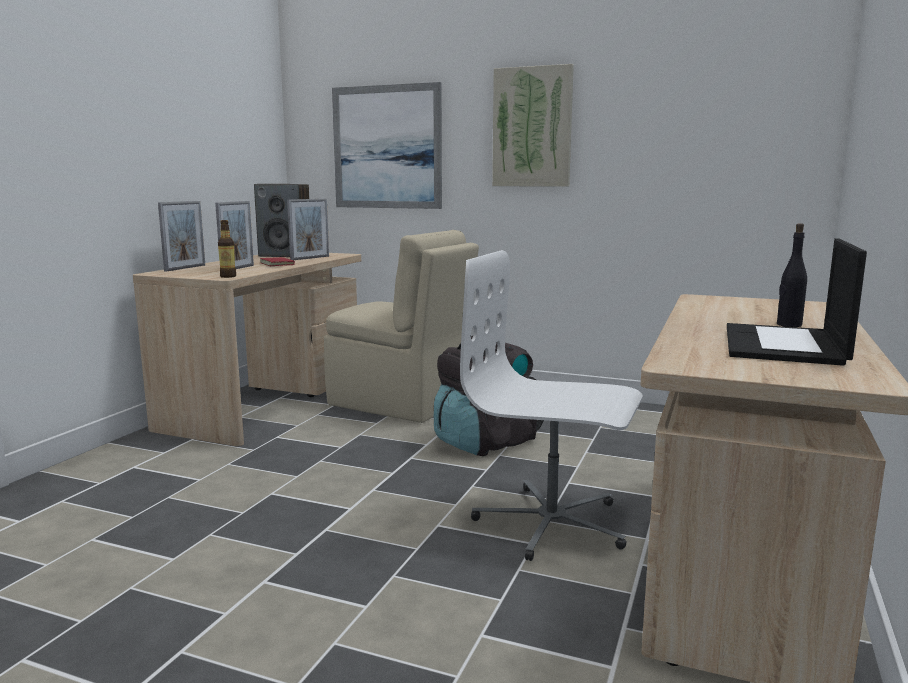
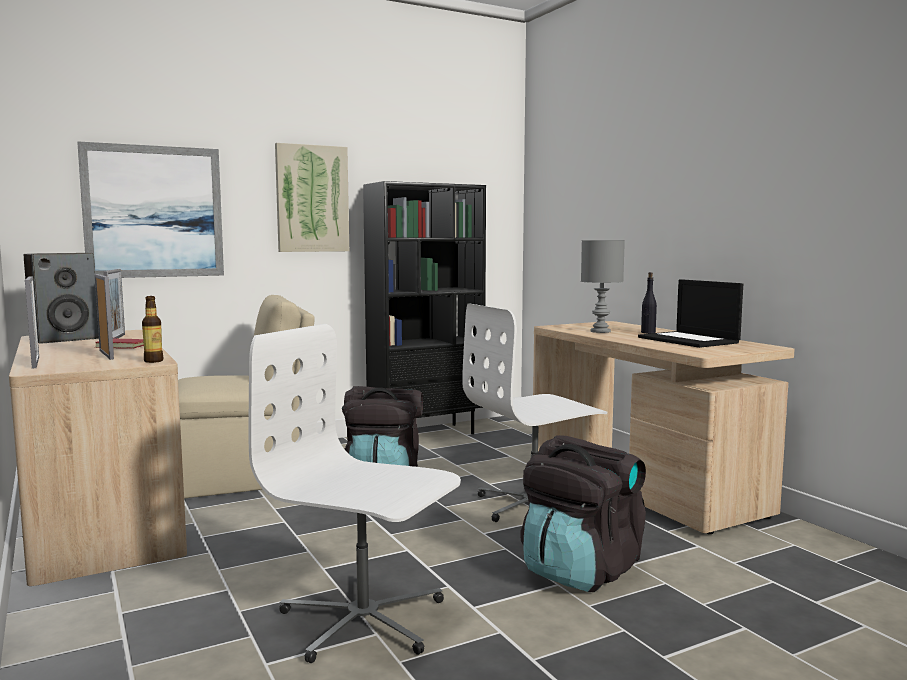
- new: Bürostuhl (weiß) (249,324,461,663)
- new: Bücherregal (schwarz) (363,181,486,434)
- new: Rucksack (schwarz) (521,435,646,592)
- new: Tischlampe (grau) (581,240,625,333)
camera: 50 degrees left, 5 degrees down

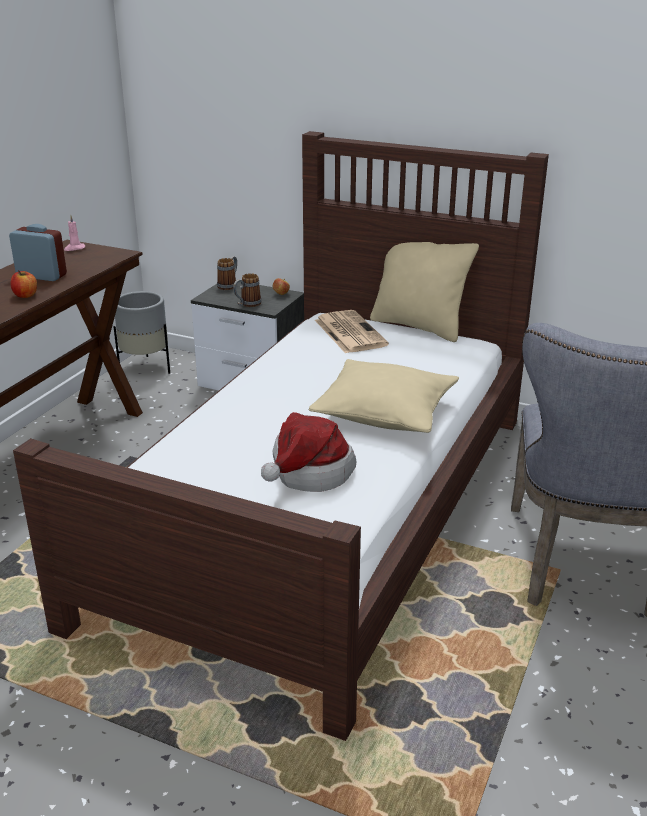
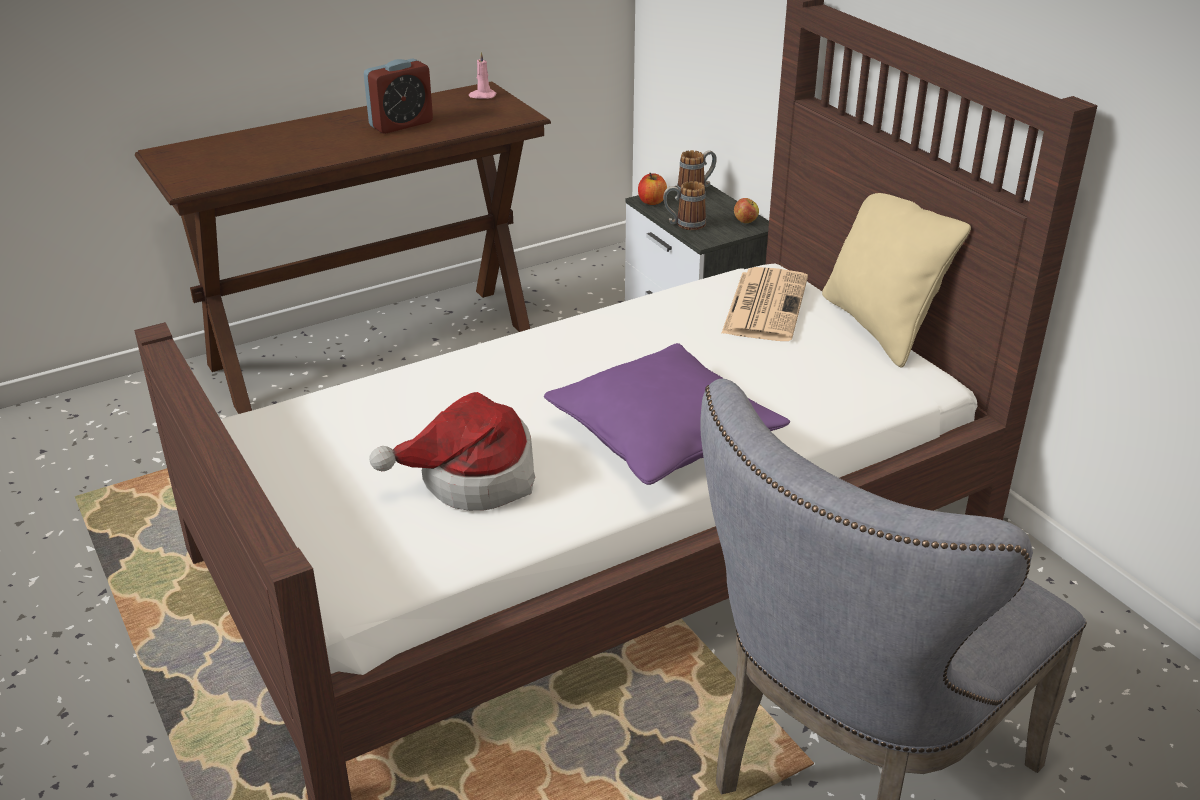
- rotated: Wecker (9,224,67,281) = (364,58,433,134) 90 degrees clockwise
- shifted: Apfel (11,270,37,298) to (638,173,667,205)
- gone: Pflanzkübel (grau) (113,291,170,374)
- repainted: Kissen (beige) (309,359,459,433) to Kissen (lila) (544,343,790,485)
camera: 35 degrees right, 5 degrees up

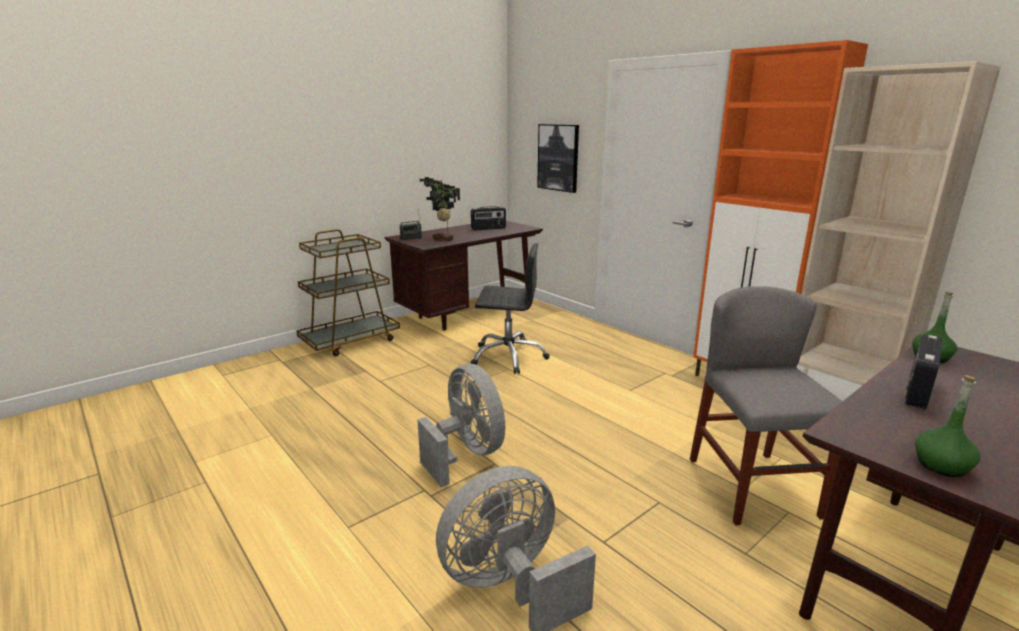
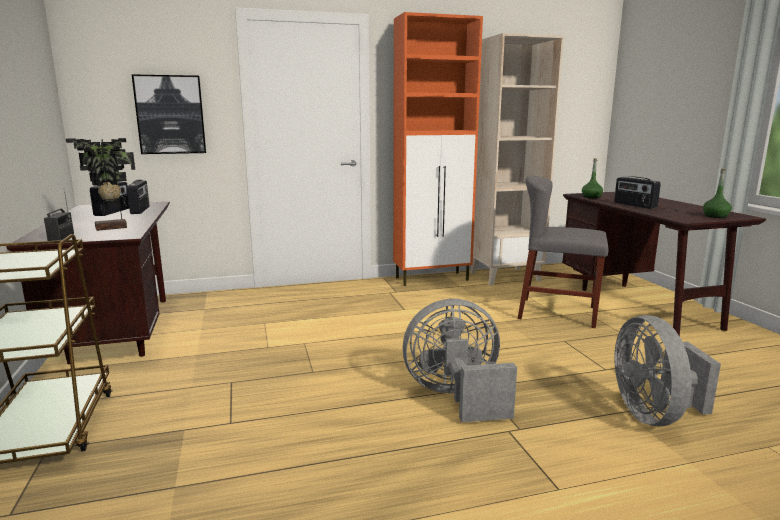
- gone: Bürostuhl (schwarz) (471,243,550,374)
- new: Radio (127,180,149,214)
camera: 65 degrees left, 5 degrees down

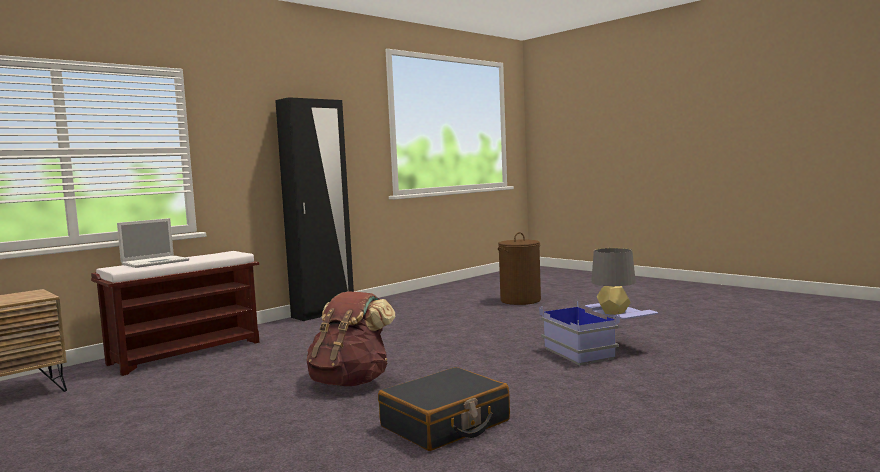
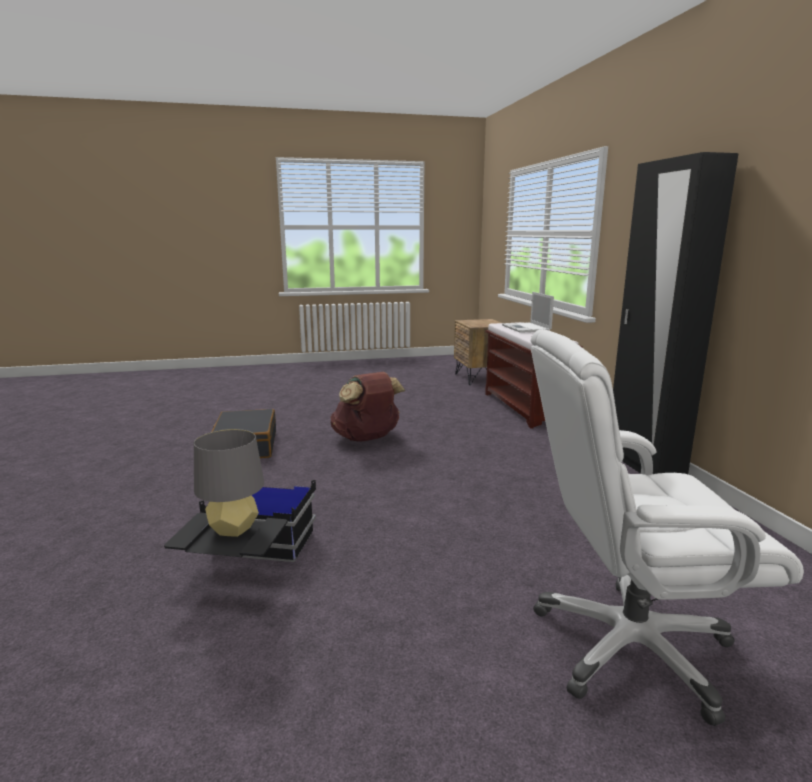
- swapped: Wäschekorb (braun) (498,232,541,305) to Bürostuhl (weiß) (531,329,804,726)
- repainted: Aufbewahrungsbox (blau) (539,301,658,365) to Aufbewahrungsbox (schwarz) (164,480,316,562)
camera: 120 degrees right, 10 degrees up

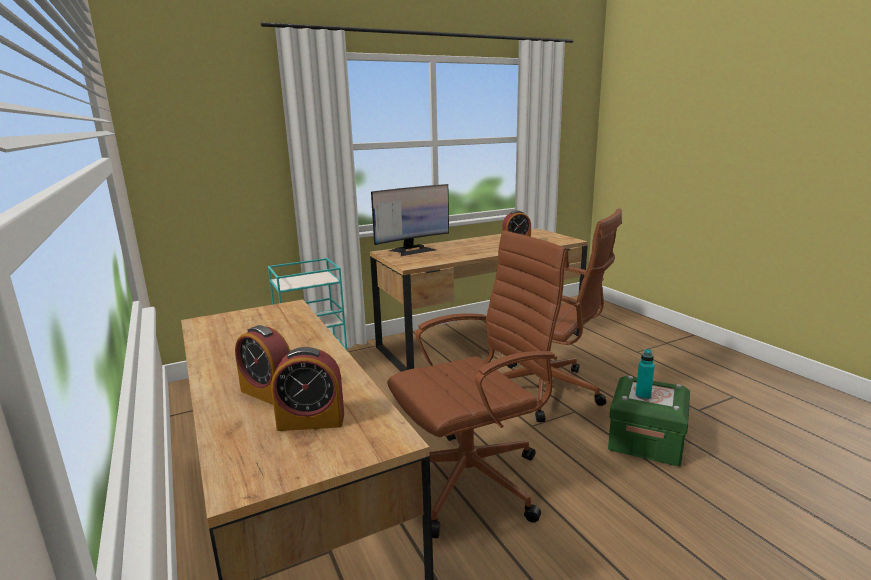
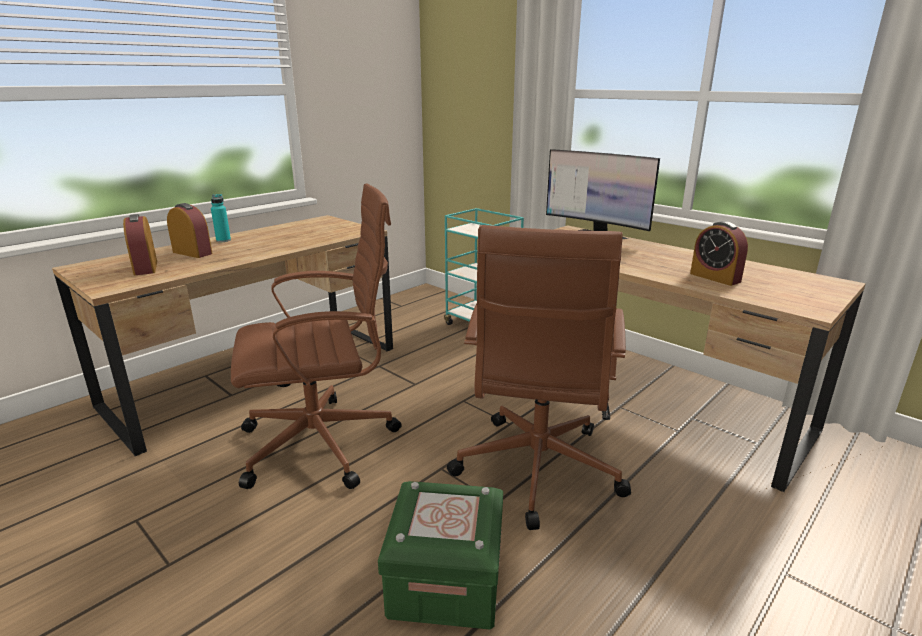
- rotated: Wecker (235,325,290,405) = (167,203,213,258) 105 degrees clockwise
- rotated: Bürostuhl (braun) (387,230,569,538) = (231,183,402,489) 60 degrees counterclockwise
- shifted: Flasche (türkis) (635,349,655,400) to (211,194,231,242)
camera: 70 degrees right, 5 degrees up

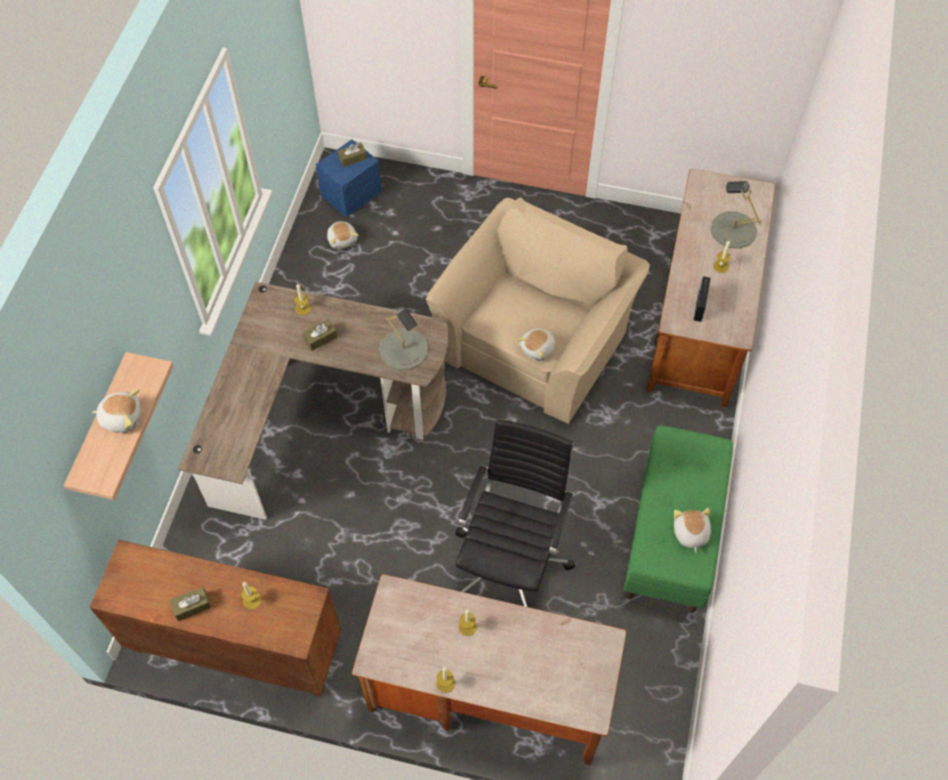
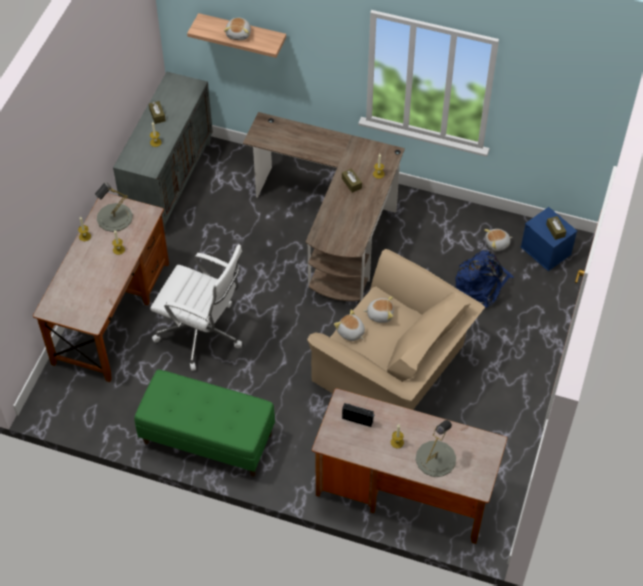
- repainted: Schrank (braun) (90,540,341,697) to Schrank (grau) (113,72,213,233)
- shifted: Tischlampe (grau) (379,307,429,370) to (95,183,133,232)
- repainted: Bürostuhl (schwarz) (455,419,575,607) to Bürostuhl (weiß) (150,244,242,371)
- shifted: Plüschtier (674,508,711,553) to (364,296,394,323)
- new: Rucksack (blau) (455,250,514,308)
camera: 95 degrees right, 5 degrees down

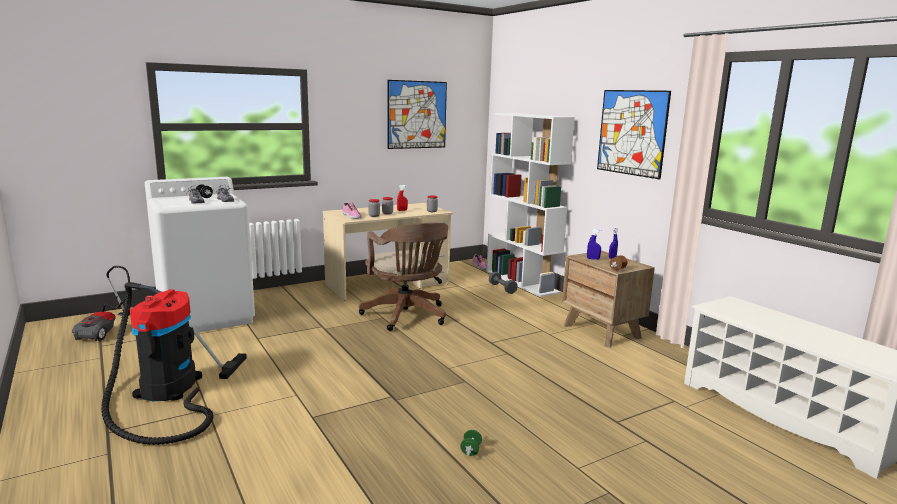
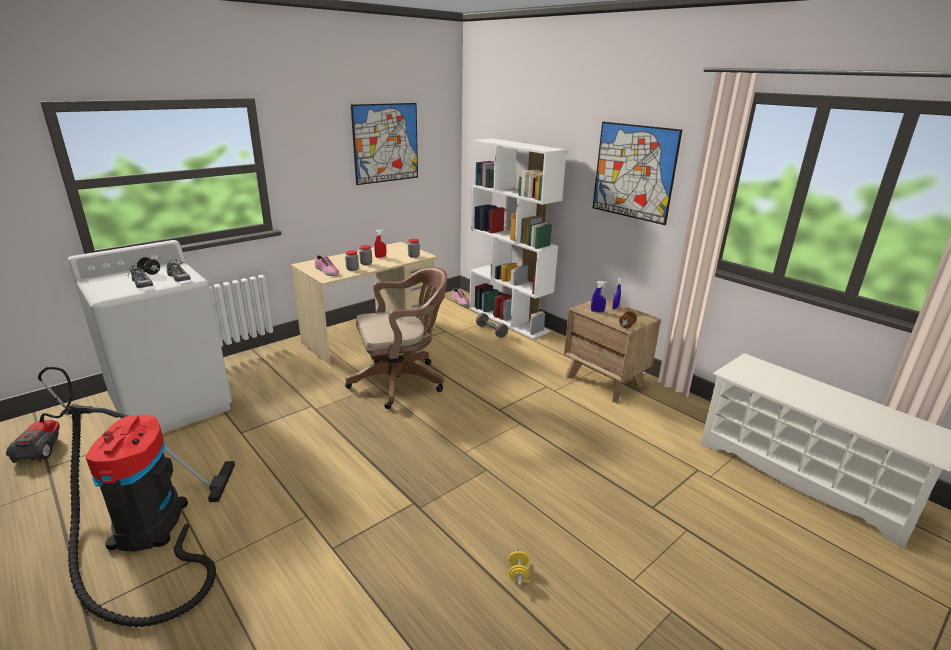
- rotated: Bürostuhl (braun) (359,223,448,331) = (345,267,447,409) 75 degrees counterclockwise
- repainted: Hantel (grün) (460,430,482,456) to Hantel (gelb) (509,548,529,586)
camera: 10 degrees left, 10 degrees up

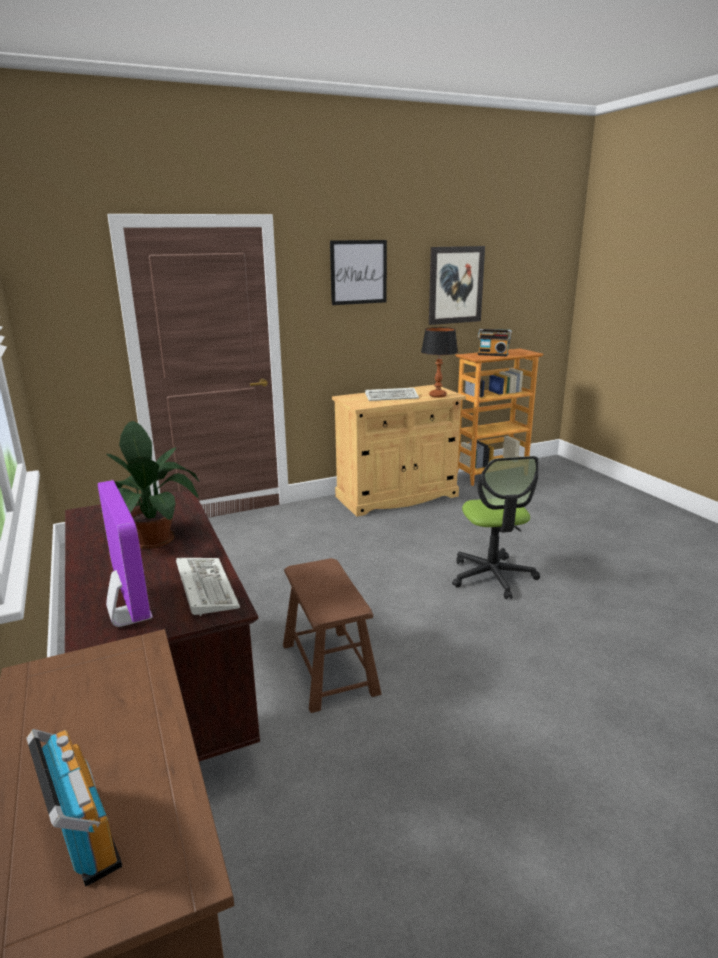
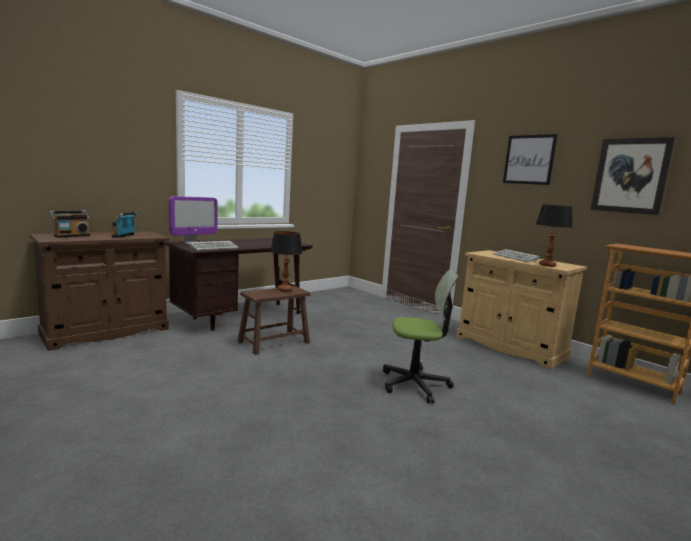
- gone: Topfpflanze (101,421,200,549)
- rotated: Bürostuhl (452,456,540,599) = (383,269,458,403) 150 degrees counterclockwise
- shifted: Radio (478,329,512,356) to (112,212,137,238)
- new: Tischlampe (270,231,302,291)
camera: 70 degrees right, 10 degrees down

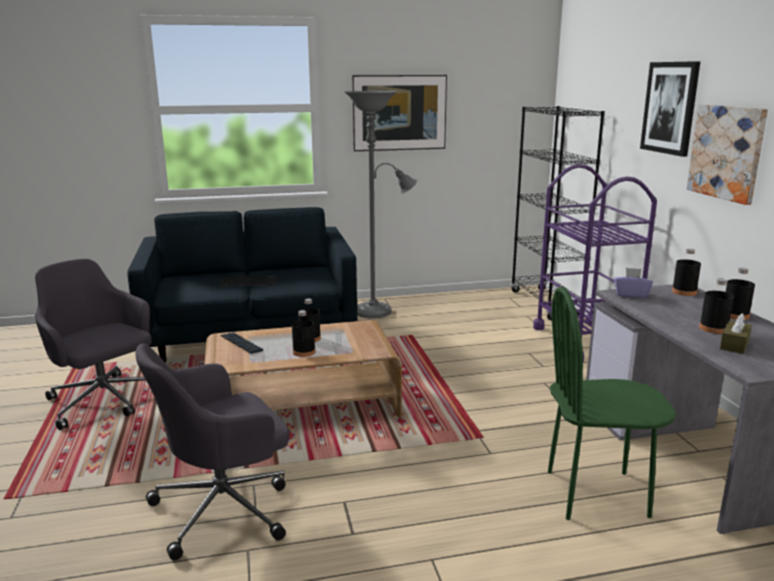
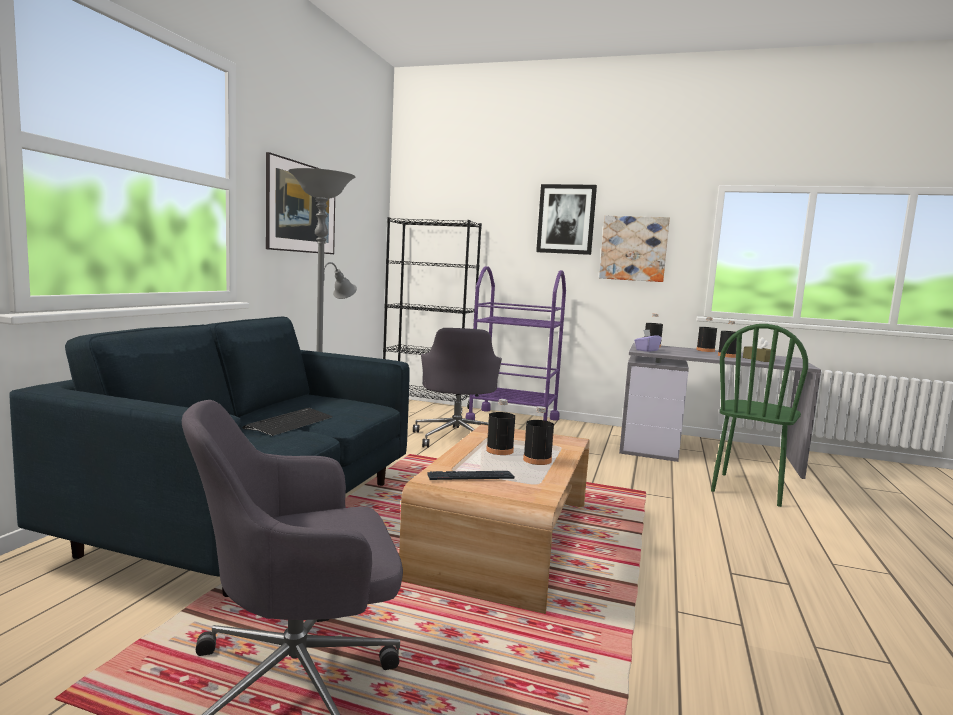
- shifted: Bürostuhl (grau) (135,344,289,560) to (413,328,502,448)
camera: 60 degrees left, 10 degrees down

